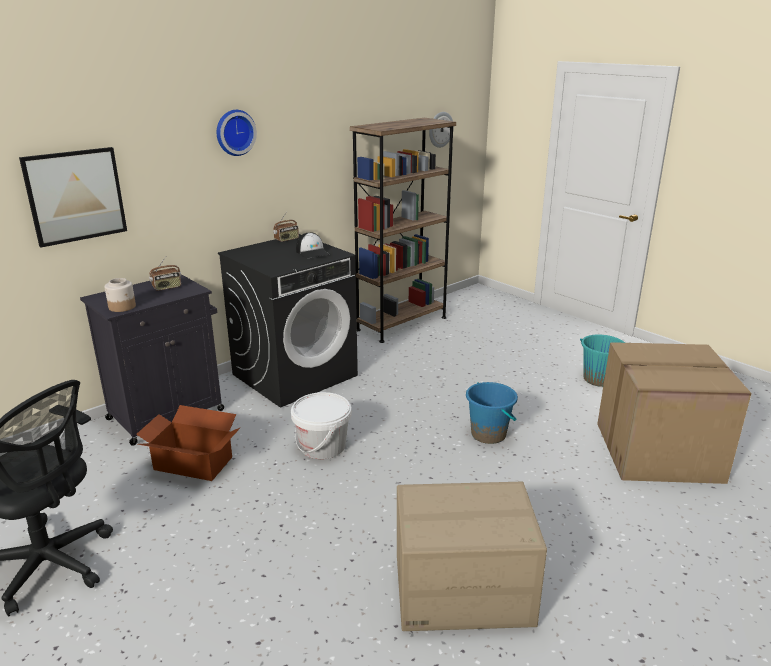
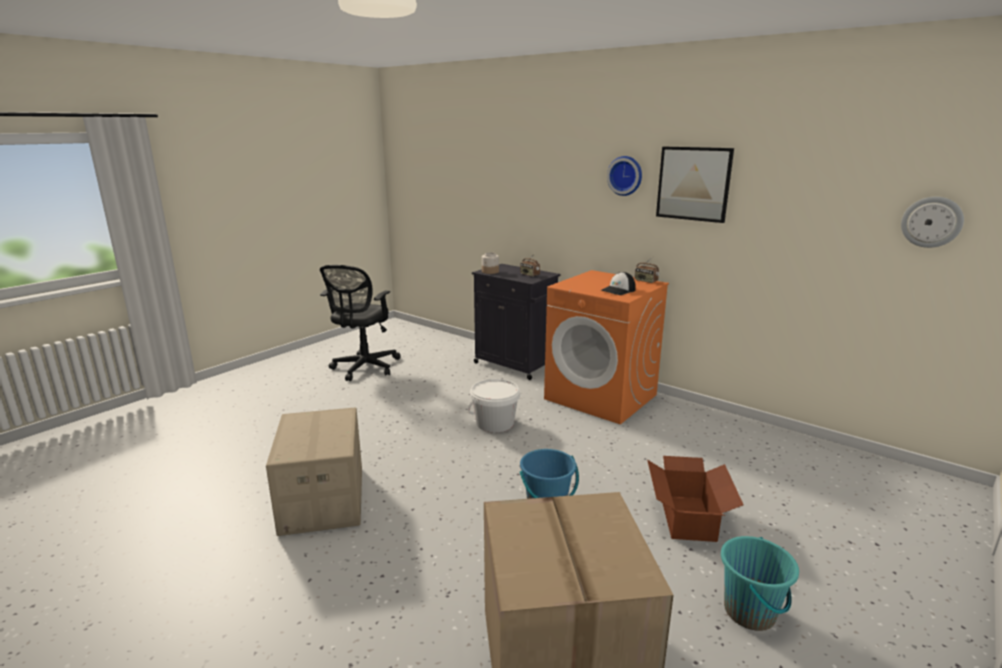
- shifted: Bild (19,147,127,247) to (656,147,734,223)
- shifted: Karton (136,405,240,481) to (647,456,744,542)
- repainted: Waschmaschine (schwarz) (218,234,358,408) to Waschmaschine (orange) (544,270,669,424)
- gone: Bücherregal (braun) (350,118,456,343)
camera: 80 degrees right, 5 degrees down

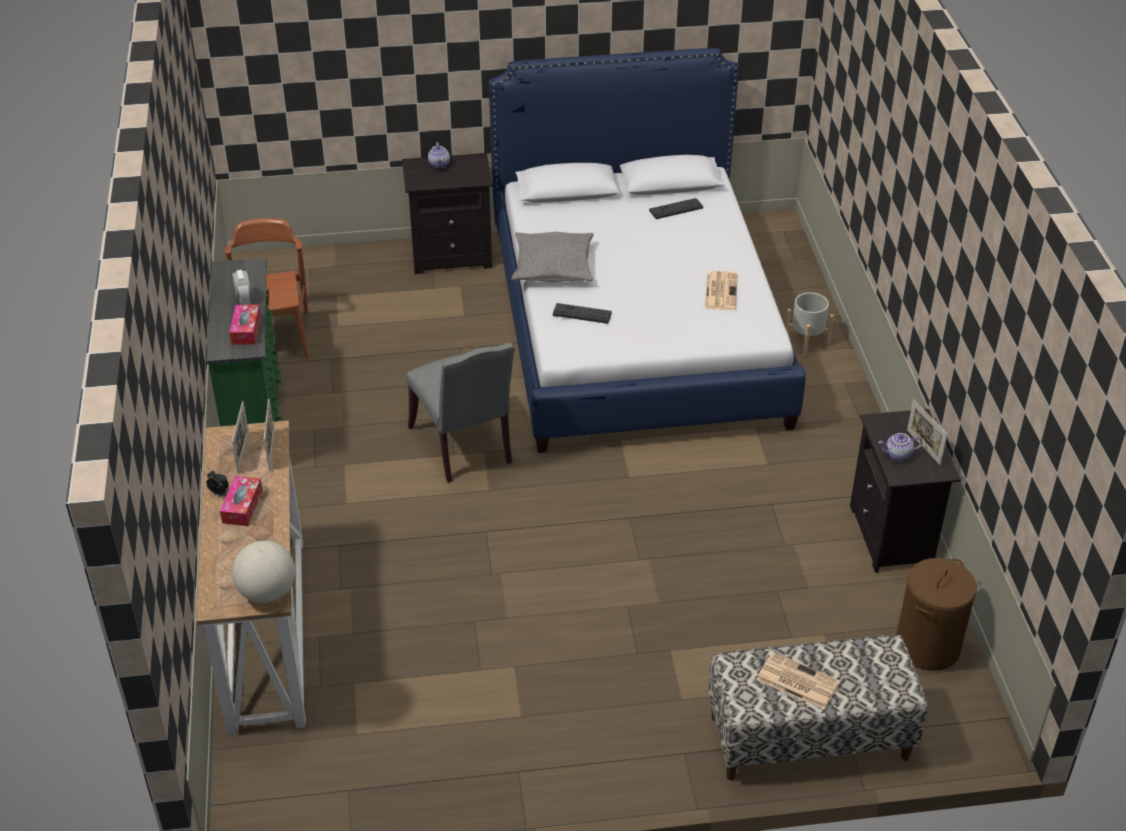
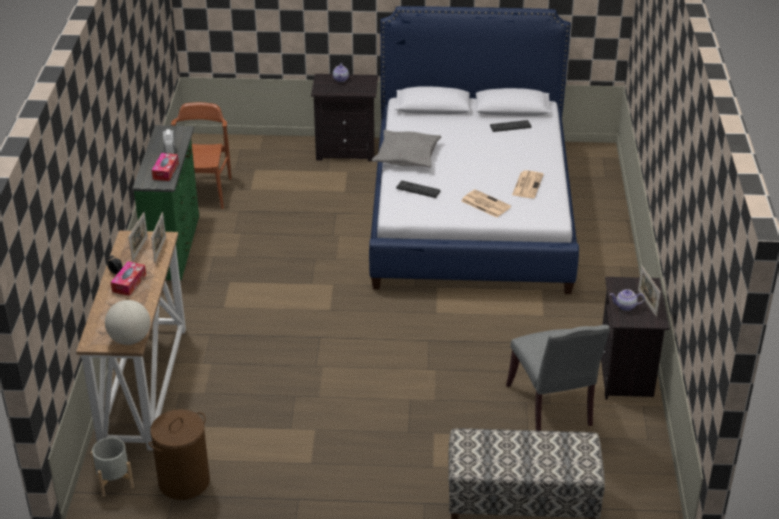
- shifted: Stuhl (grau) (406,343,515,483) to (506,325,610,431)
- shifted: Zeitung (756,652,840,710) to (462,189,511,218)
- shifted: Pflanzkübel (grau) (785,292,834,355) to (91,437,134,497)
- shifted: Wäschekorb (braun) (896,558,977,671) to (148,409,210,500)
camera: 10 degrees right, 5 degrees down

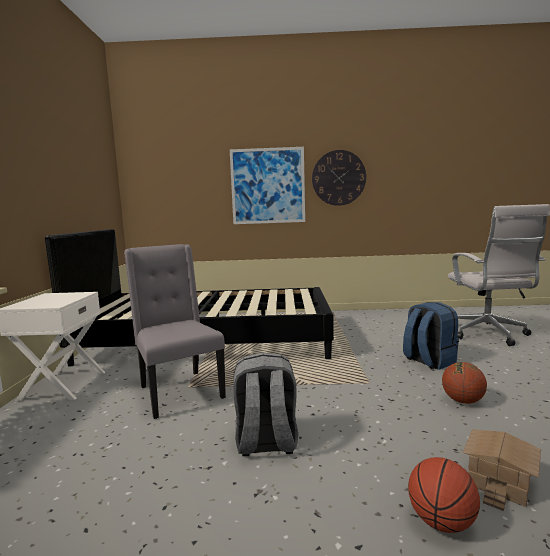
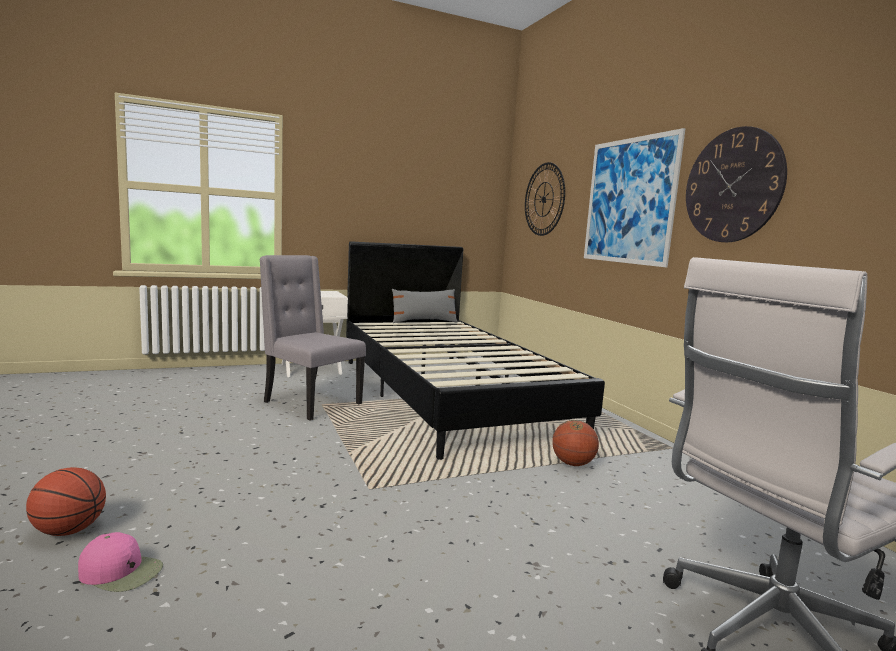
- rotated: Stuhl (grau) (124,244,226,419) = (260,255,366,421) 90 degrees counterclockwise
- gone: Rucksack (grau) (234,353,298,456)
- gone: Rucksack (blau) (403,302,459,370)
- shifted: Basketball (442,362,487,404) to (552,420,599,466)
- swapped: Spielzeughaus (463,429,541,511) to Kappe (rosa) (78,532,163,592)
- new: Kissen (grau) (392,289,458,323)
- new: Wanduhr (525,162,565,236)
camera: 65 degrees right, 0 degrees up

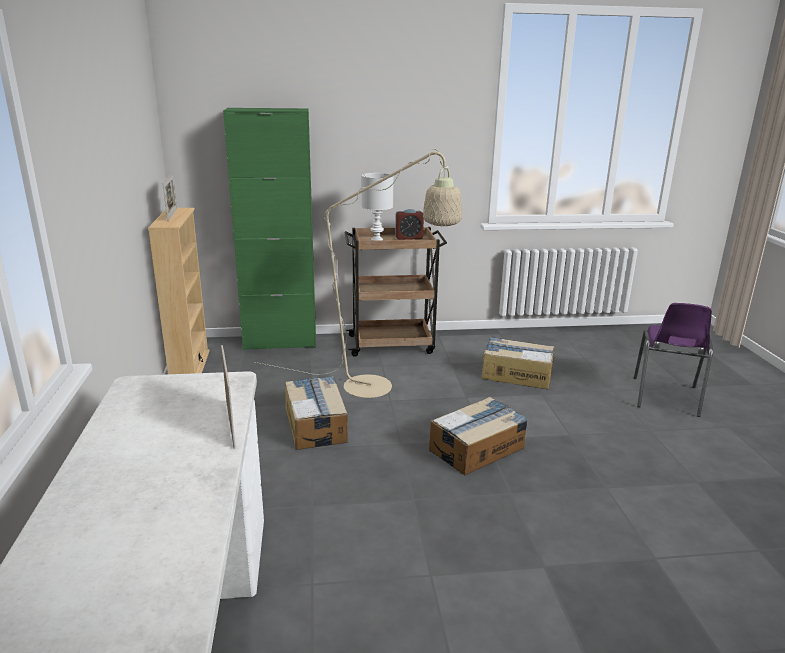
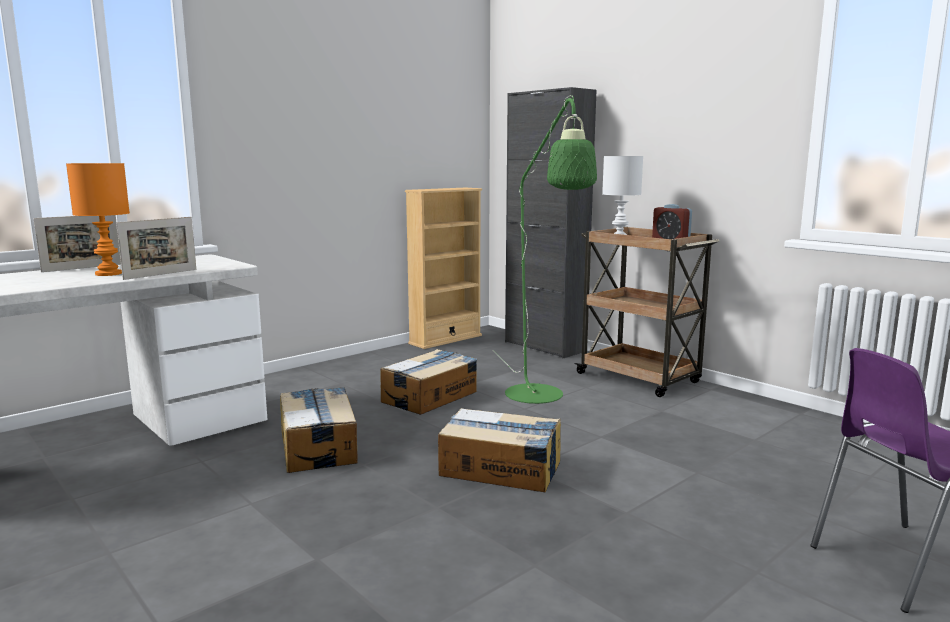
- shifted: Bilderrahmen (163,173,177,221) to (33,215,121,272)
- repainted: Schrank (grün) (223,108,316,351) to Schrank (schwarz) (505,87,597,358)
- repainted: Stehlampe (beige) (254,149,462,398) to Stehlampe (grün) (493,95,597,404)
- shifted: Karton (481,337,555,389) to (280,387,358,473)
- new: Tischlampe (orange) (66,163,130,276)
camera: 55 degrees right, 10 degrees down

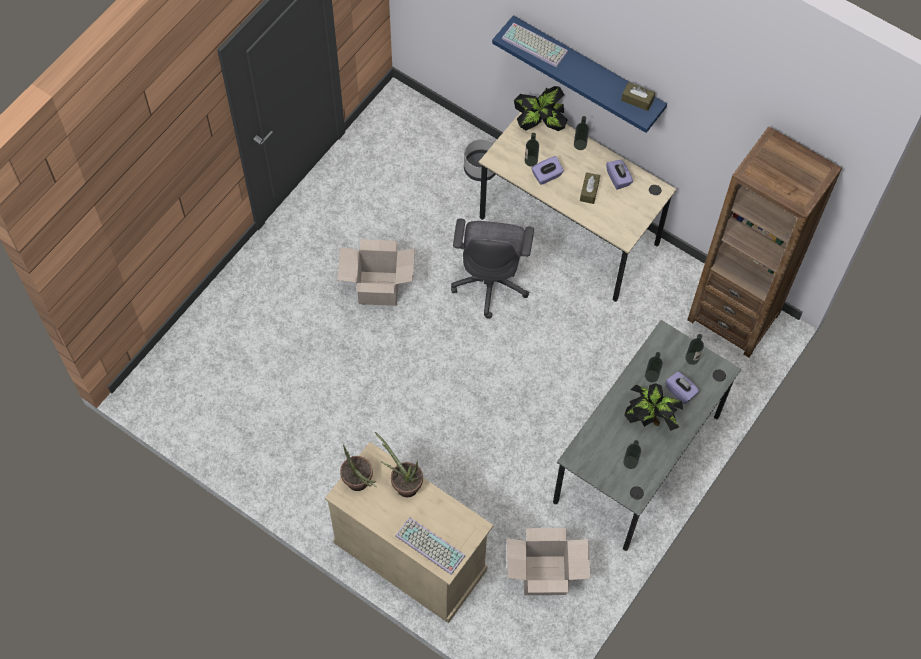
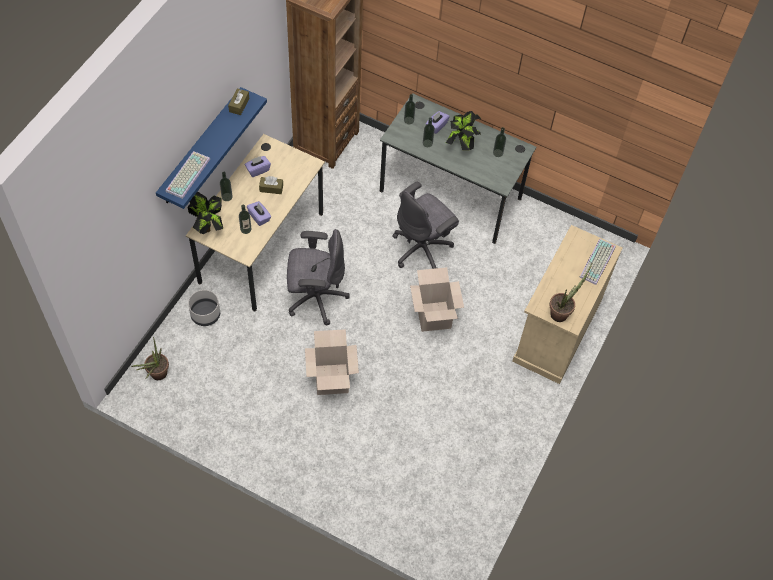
- shifted: Topfpflanze (375,432,423,497) to (131,337,169,380)
- shifted: Karton (507,528,590,595) to (410,267,464,332)
- new: Bürostuhl (grau) (392,182,459,269)
camera: 100 degrees left, 5 degrees down

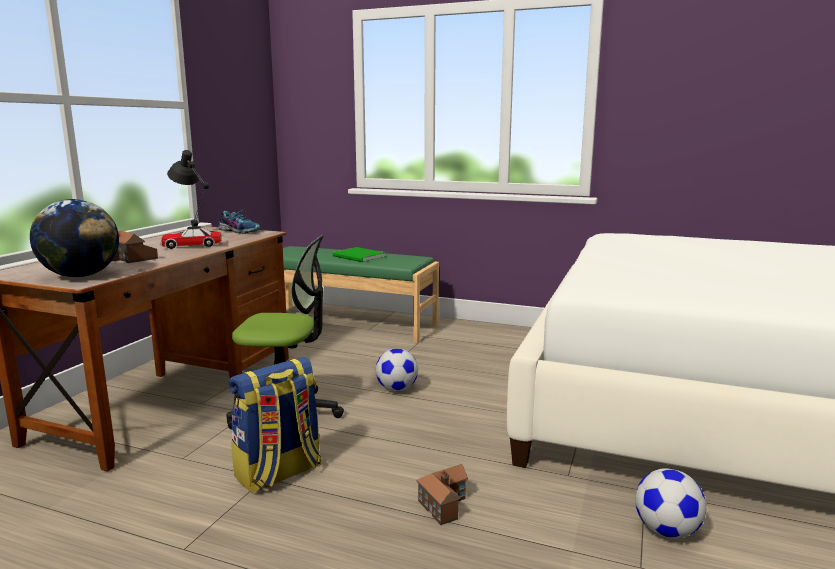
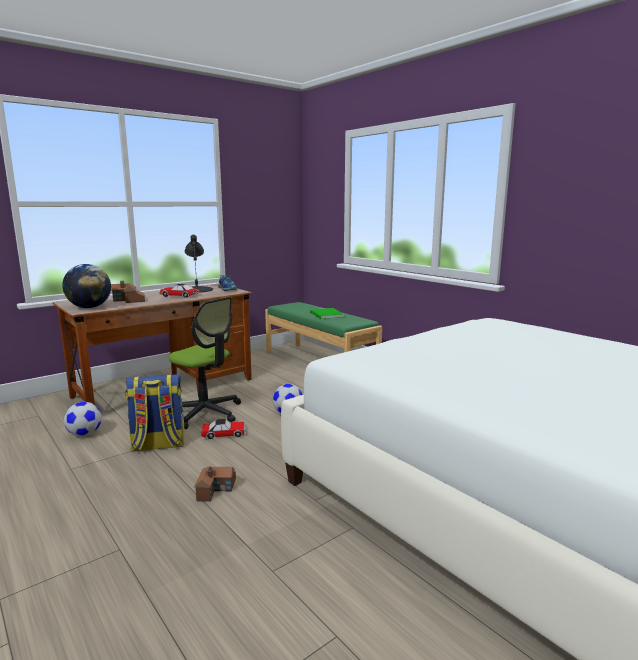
- shifted: Fußball (635,468,706,539) to (64,402,102,436)
- new: Spielzeugauto (201,419,246,439)
camera: 30 degrees right, 0 degrees up

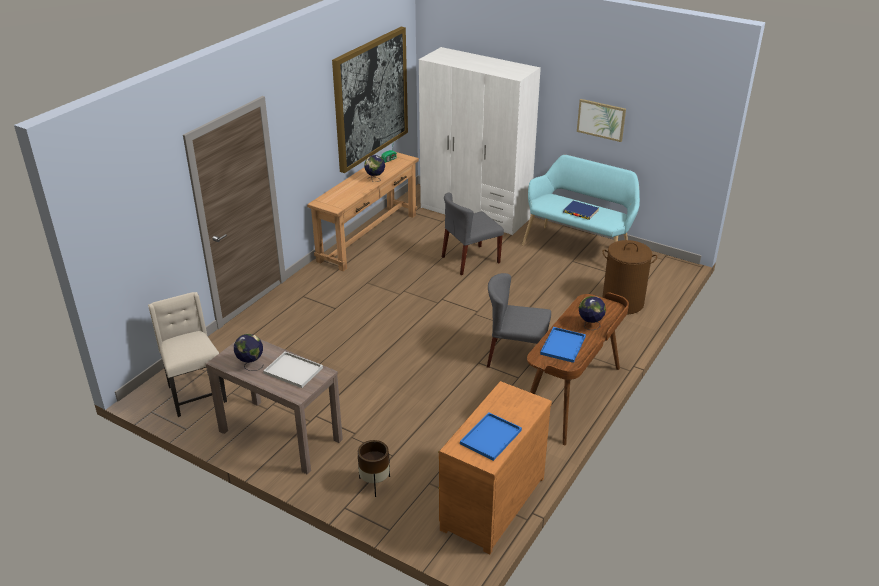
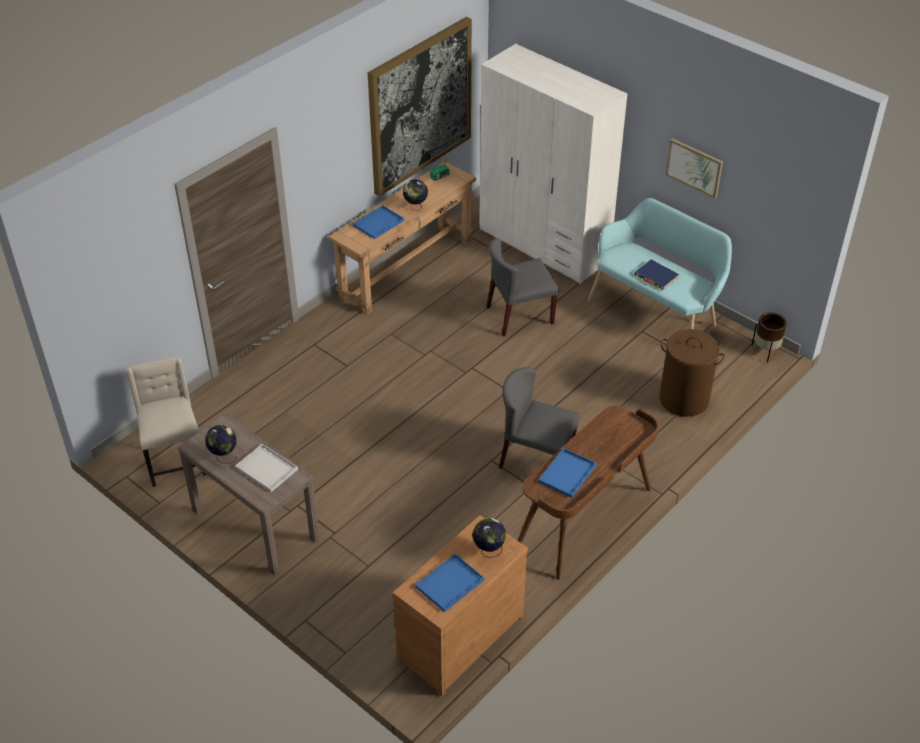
- shifted: Pflanzkübel (braun) (358,440,390,497) to (751,312,787,363)
- shifted: Globus (579,296,606,330) to (472,518,506,558)
- new: Tablett (blau) (353,205,404,239)
camera: 10 degrees right, 10 degrees up

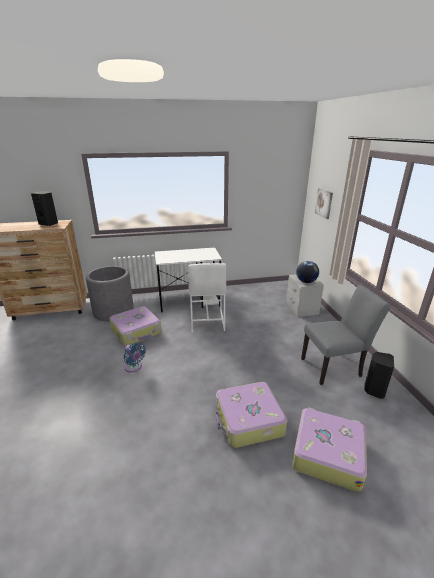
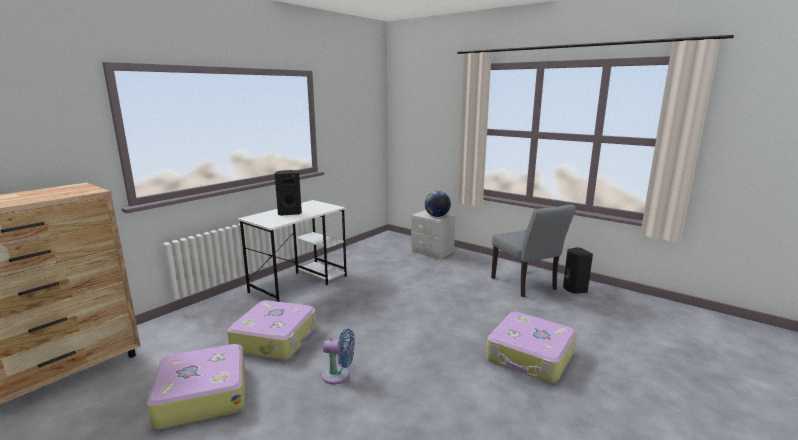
- shifted: Lautsprecher (schwarz) (31,191,58,226) to (275,170,302,216)
- gone: Pflanzkübel (grau) (86,266,134,321)
- gone: Hocker (weiß) (189,263,226,333)
- shifted: Koffer (292,408,367,492) to (147,344,245,429)
- rotated: Stuhl (grau) (301,285,391,385) = (491,204,576,297) 120 degrees clockwise
- gone: Bild (315,188,333,219)
camera: 40 degrees left, 10 degrees down

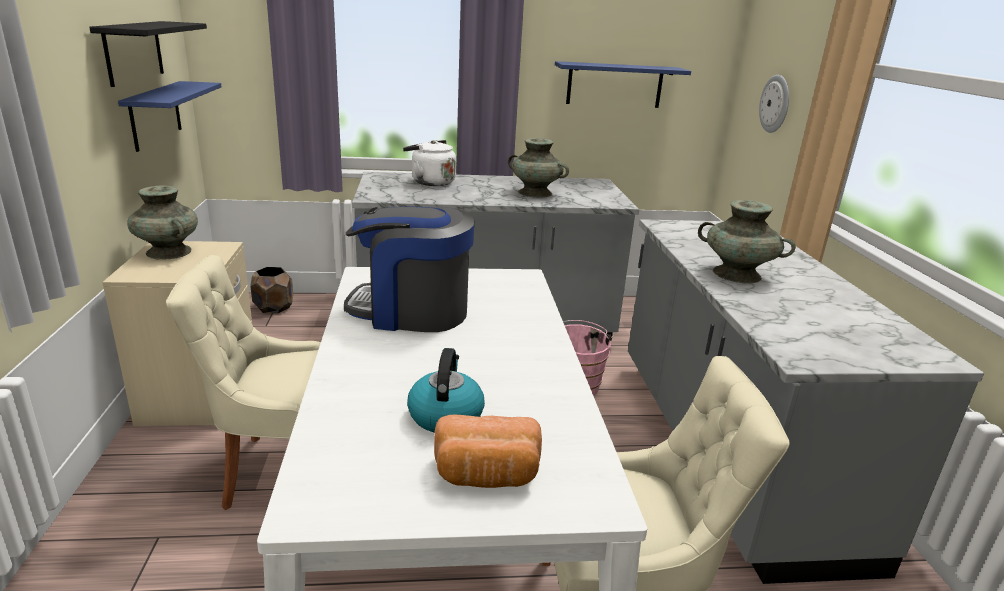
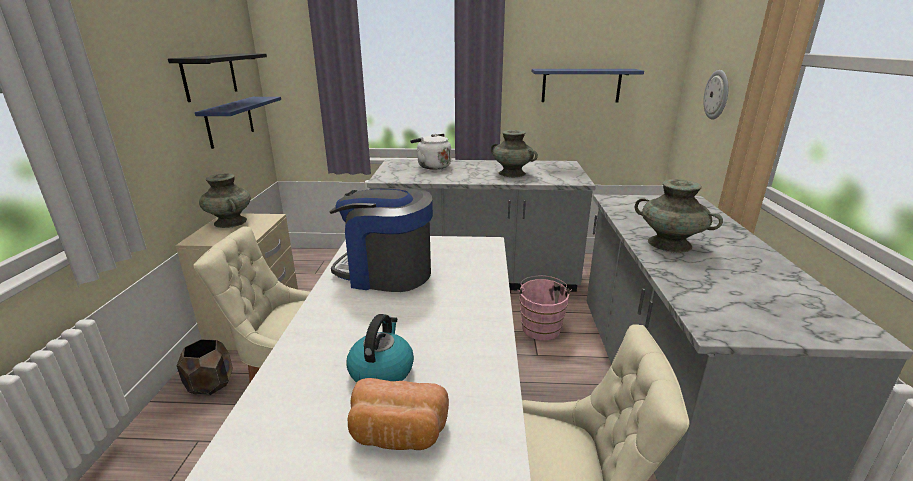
- shifted: Pflanzkübel (braun) (250,267,293,314) to (177,339,233,395)
camera: 10 degrees right, 0 degrees up

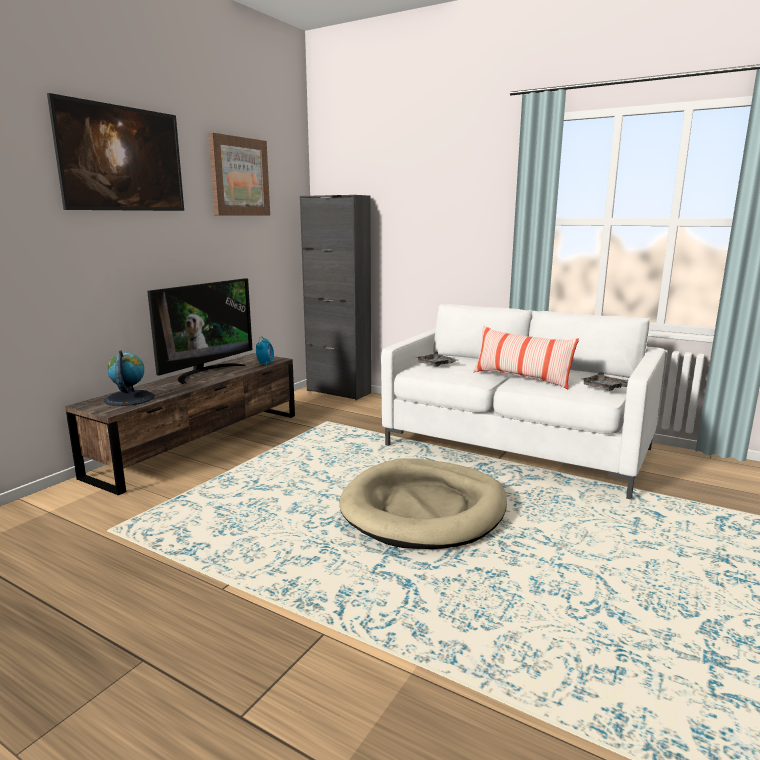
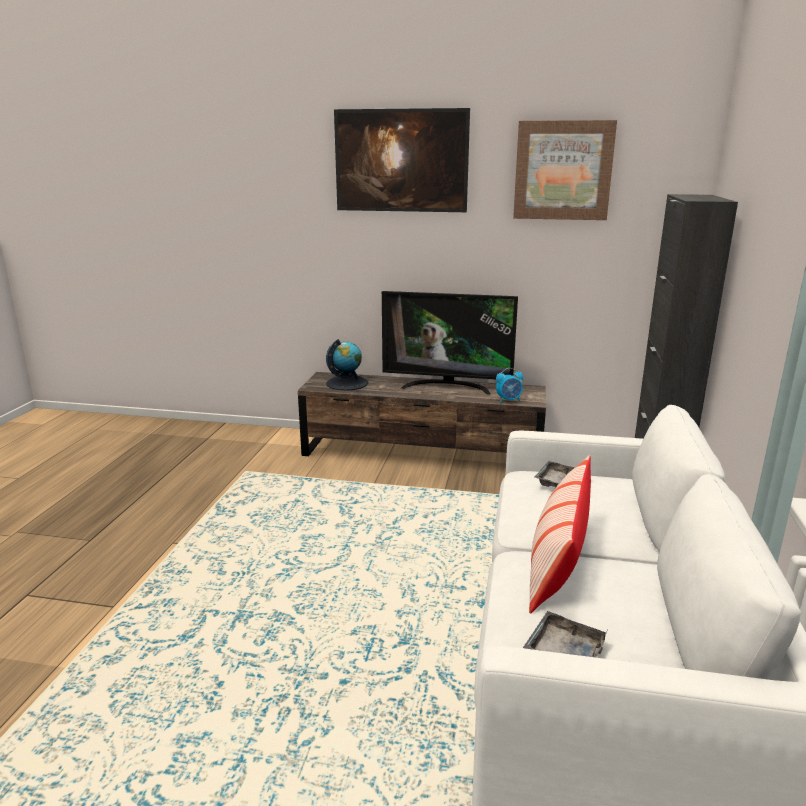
- gone: Hundebett (beige) (339,458,507,549)
camera: 70 degrees right, 5 degrees up

